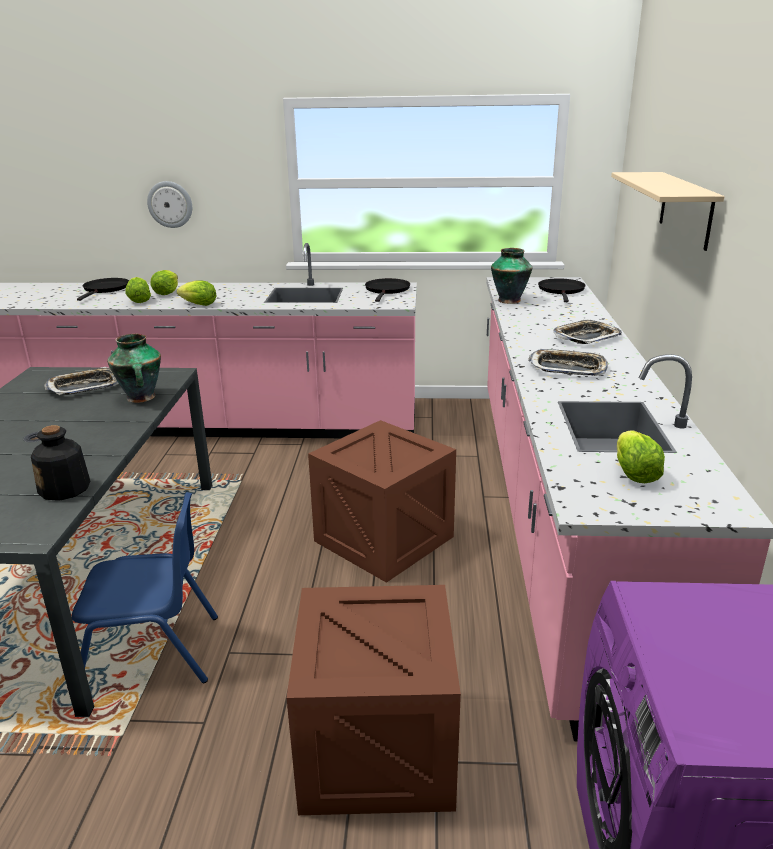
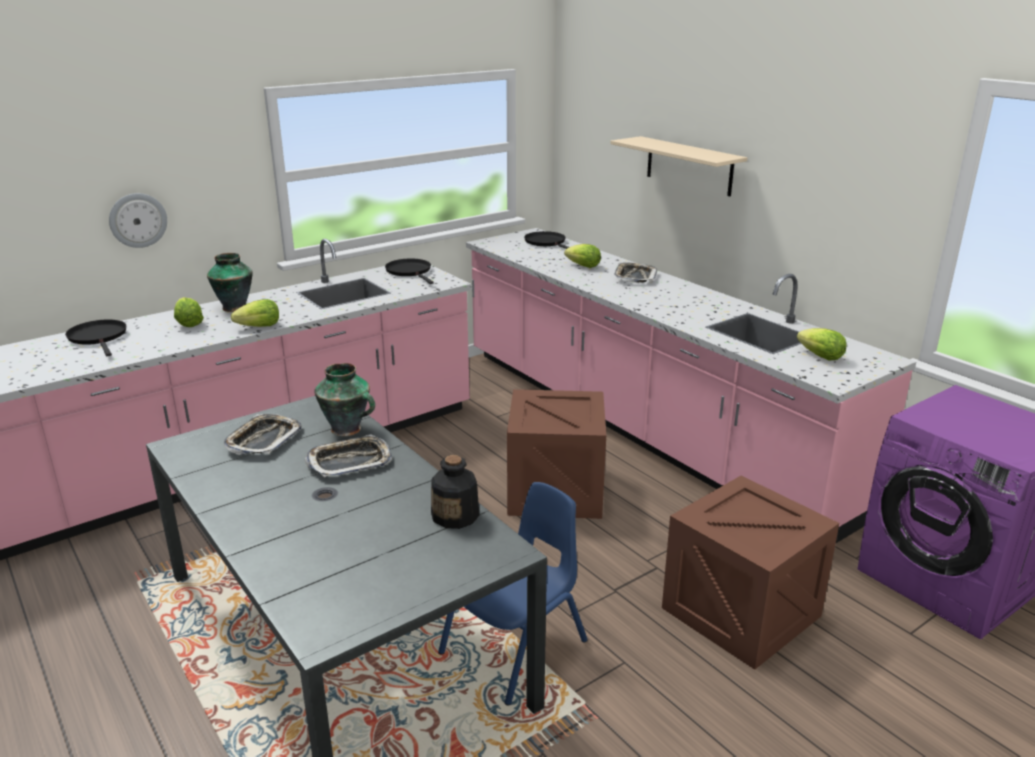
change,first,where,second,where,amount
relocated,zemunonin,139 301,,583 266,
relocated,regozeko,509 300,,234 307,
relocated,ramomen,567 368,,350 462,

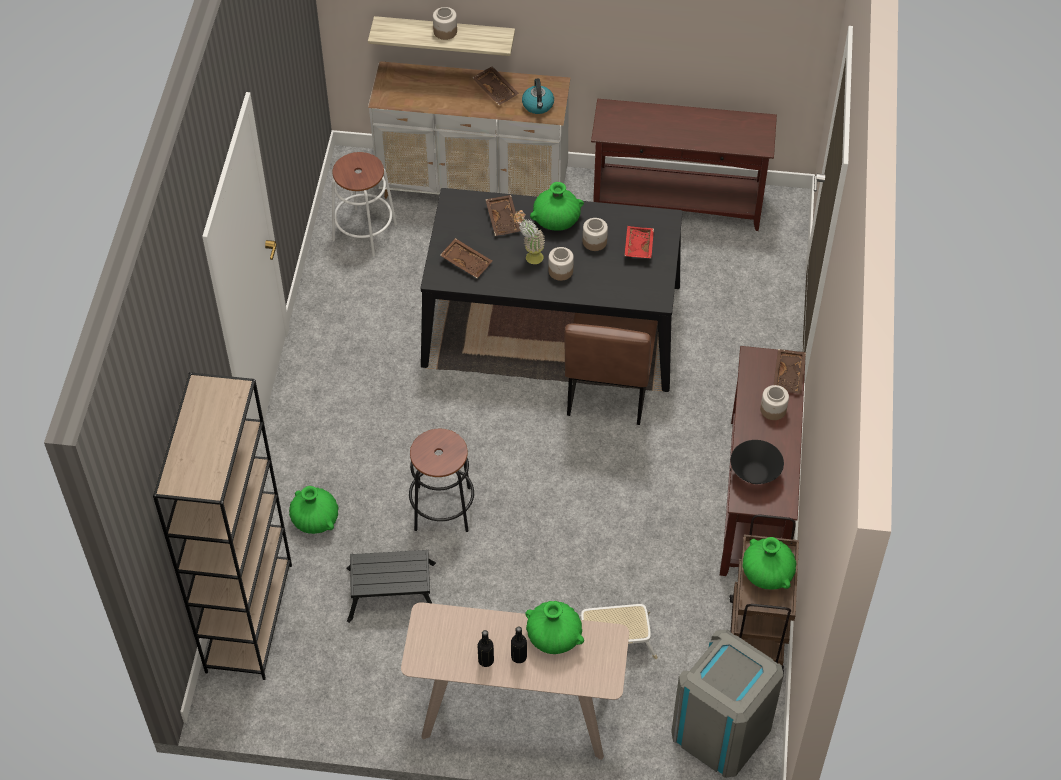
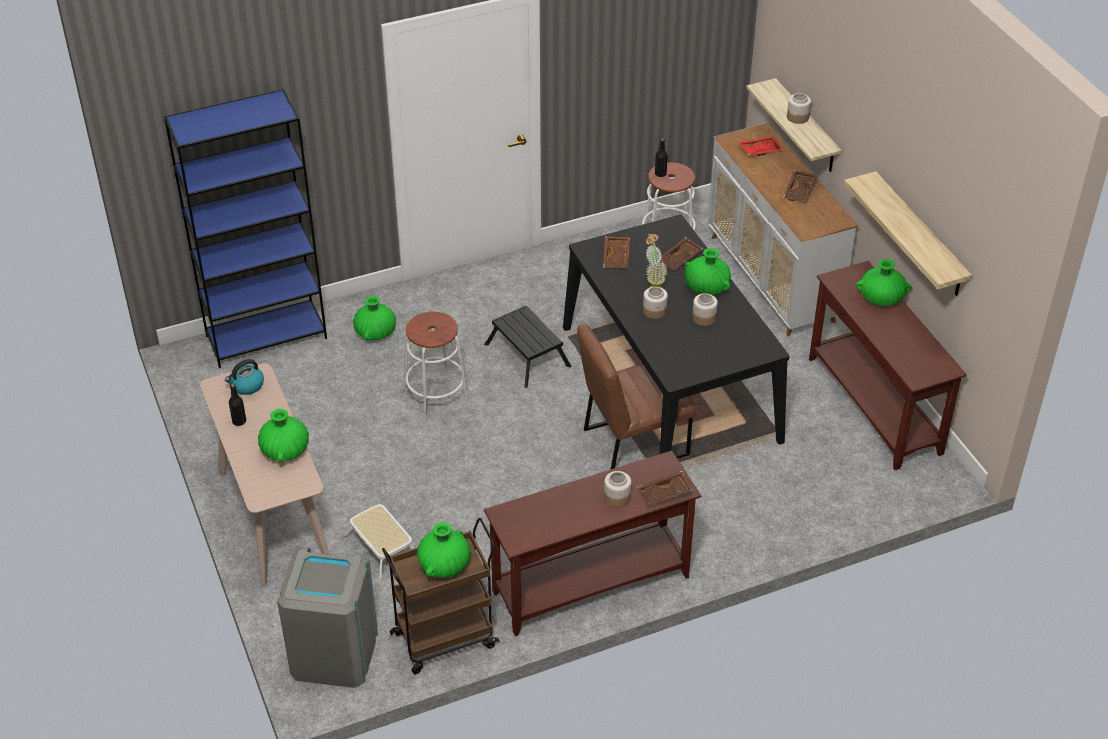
change,first,where,second,where,amount
colour,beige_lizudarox,248 617,blue_lizudarox,267 336,
relocated,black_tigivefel,392 591,,527 355,
colour,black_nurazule,442 508,white_nurazule,436 395,
relocated,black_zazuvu,519 657,,660 174,
relocated,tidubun,538 105,,246 386,
relocated,red_ramomen,637 246,,759 150,
missing,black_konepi,755 474,,,
appeared,,,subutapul,919 236,
appeared,,,green_regozeko,881 299,

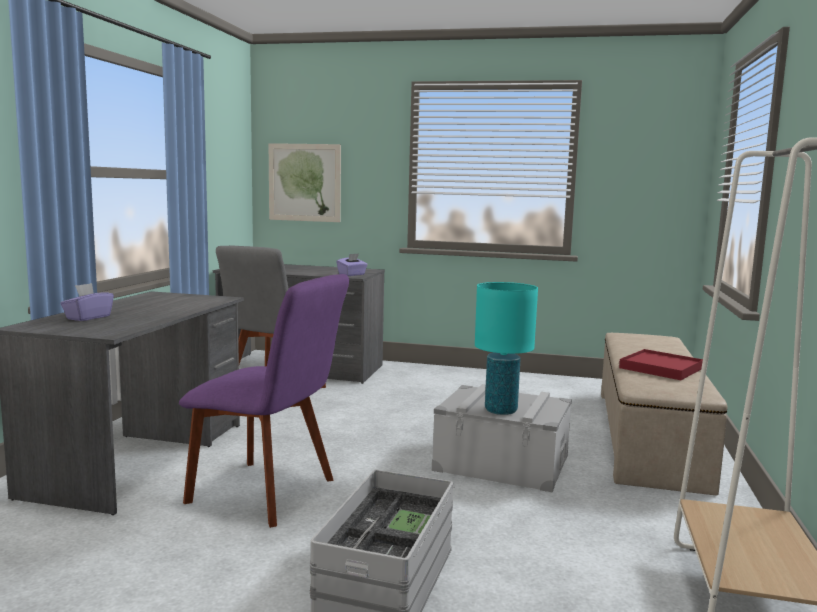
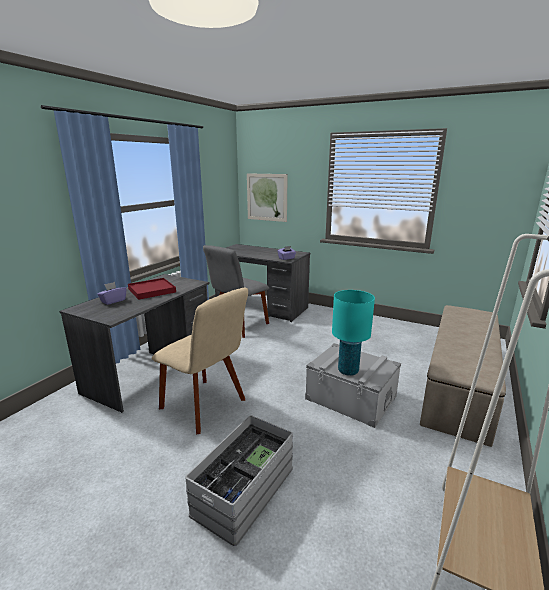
change,first,where,second,where,amount
colour,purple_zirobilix,268 493,beige_zirobilix,205 406,
relocated,red_ramomen,661 368,,152 290,

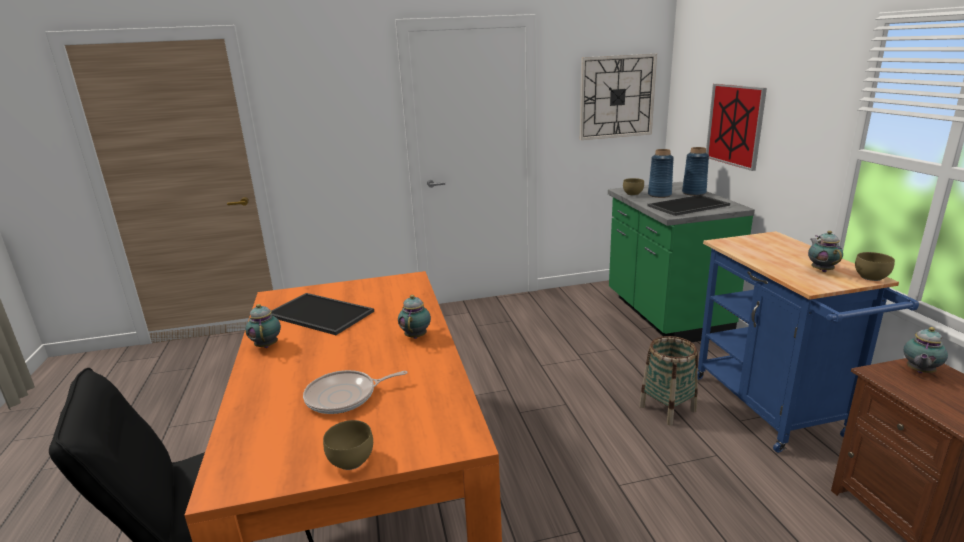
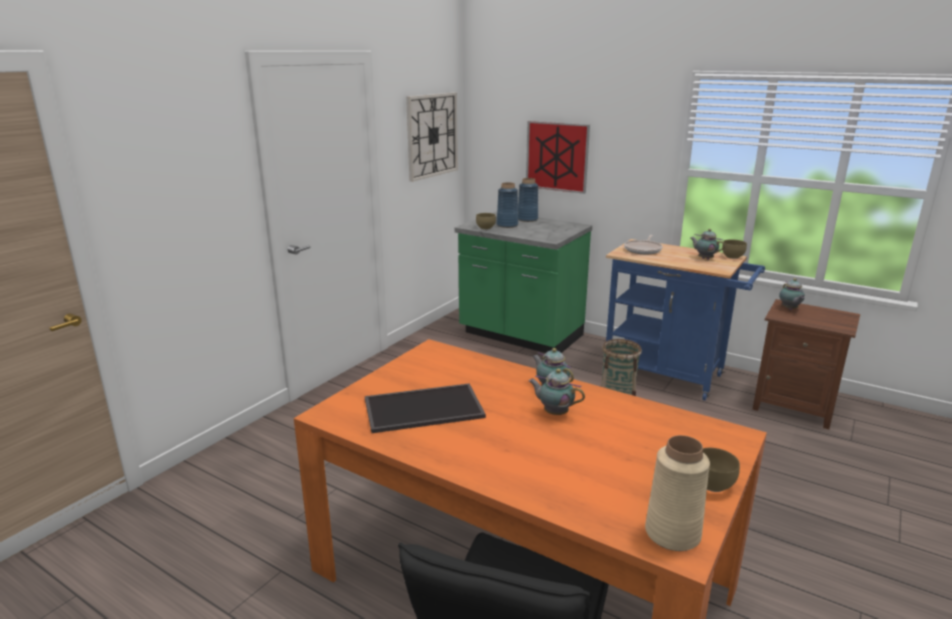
change,first,where,second,where,amount
relocated,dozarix,267 345,,554 413,
relocated,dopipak,345 396,,643 250,
missing,ramomen,688 206,,,
appeared,,,beige_regozeko,672 533,

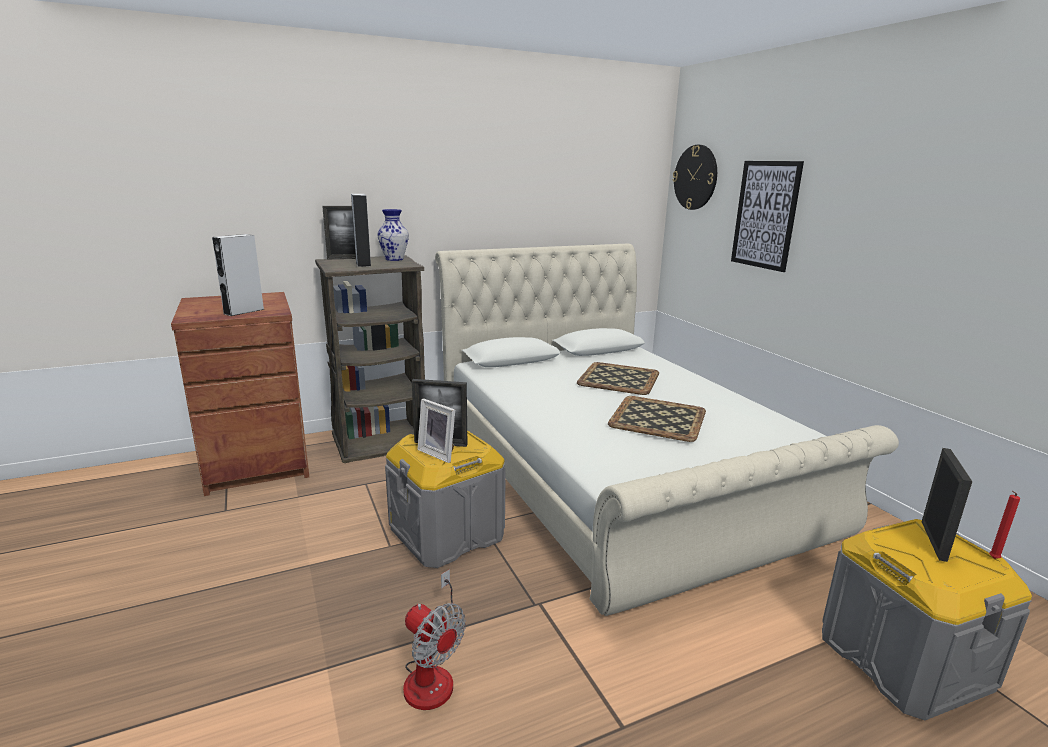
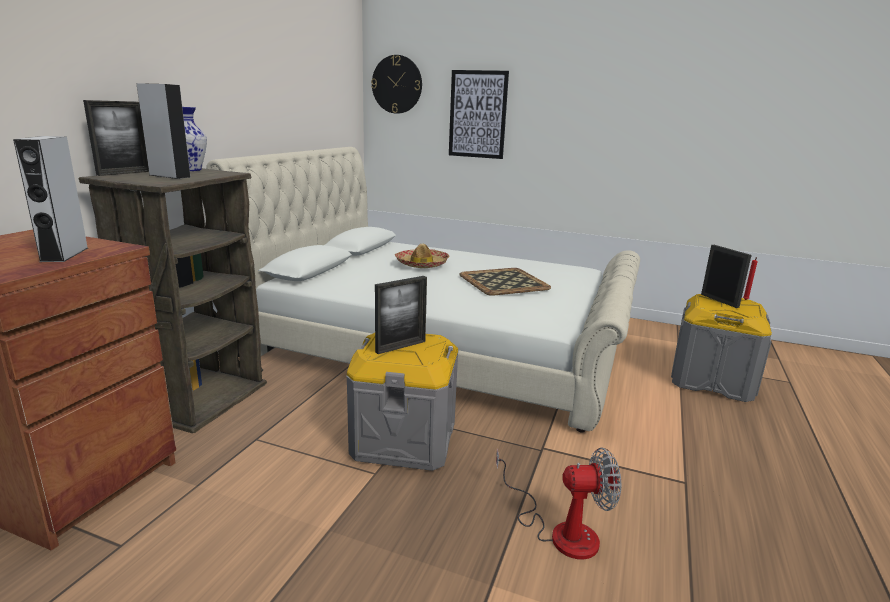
change,first,where,second,where,amount
missing,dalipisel,439 453,,,
exchanged,ramomen,618 378,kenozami,422 264,

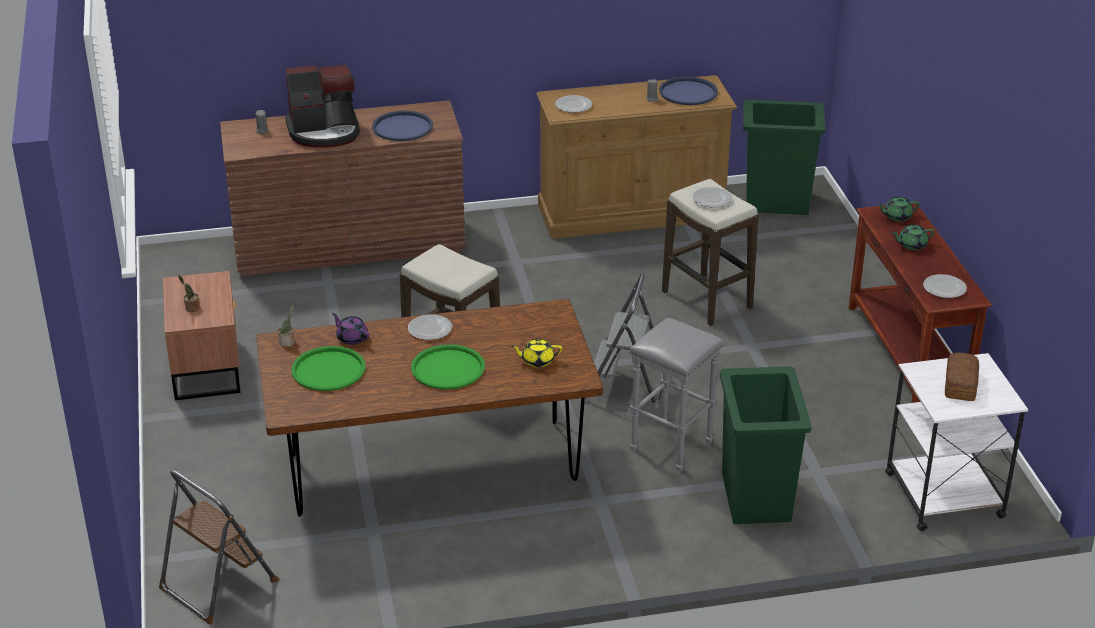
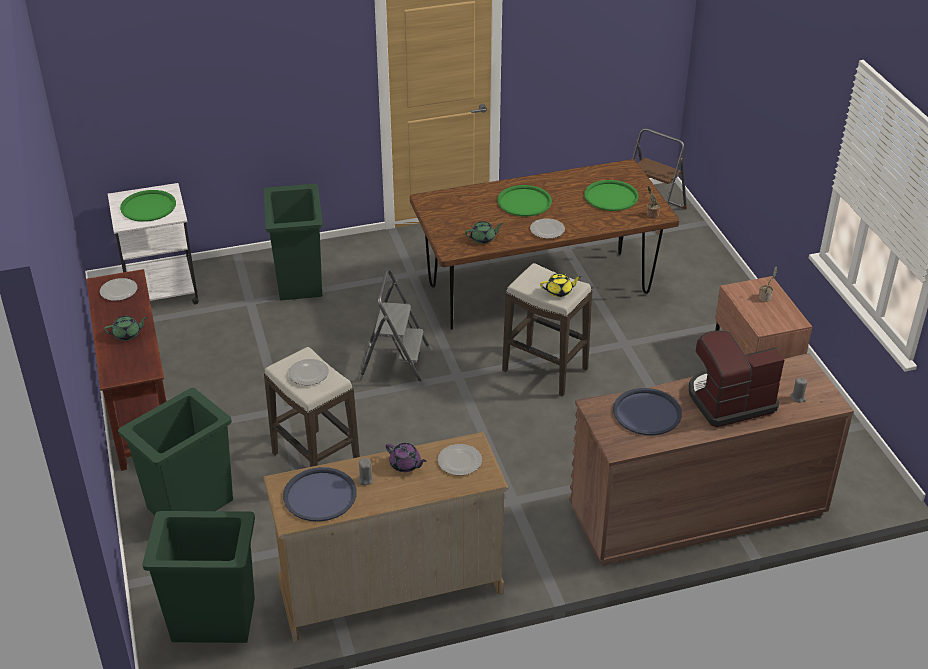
change,first,where,second,where,amount
relocated,purple_dozarix,352 338,,405 465,
relocated,yellow_dozarix,537 361,,559 291,
missing,grey_nurazule,672 446,,,
relocated,green_dozarix,897 216,,483 239,
exchanged,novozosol,959 385,green_ramomen,148 207,
appeared,,,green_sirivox,189 504,

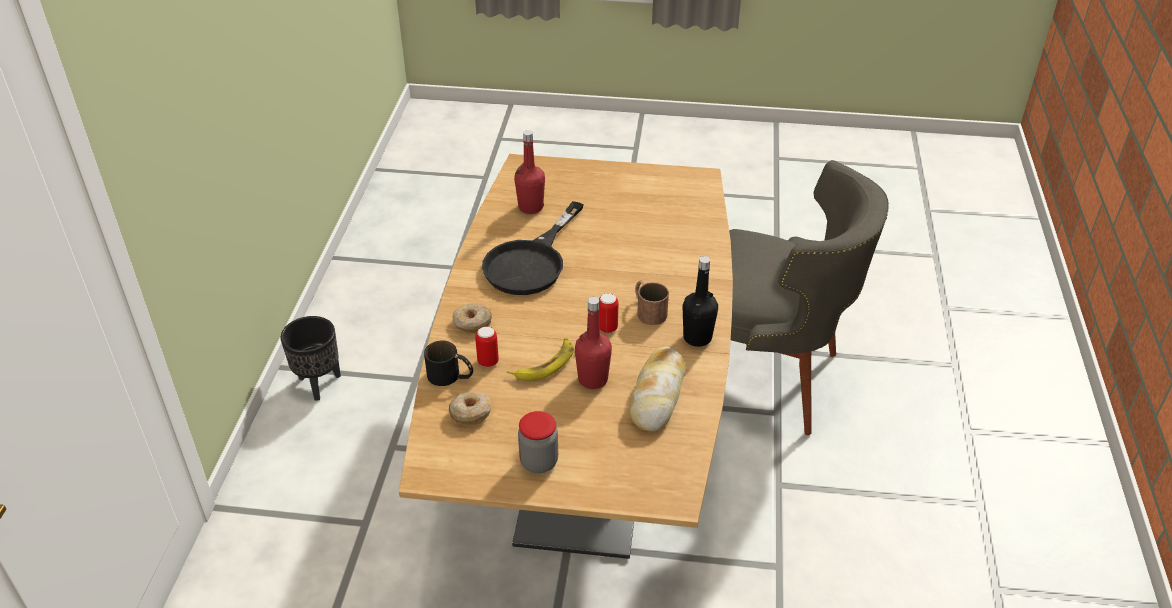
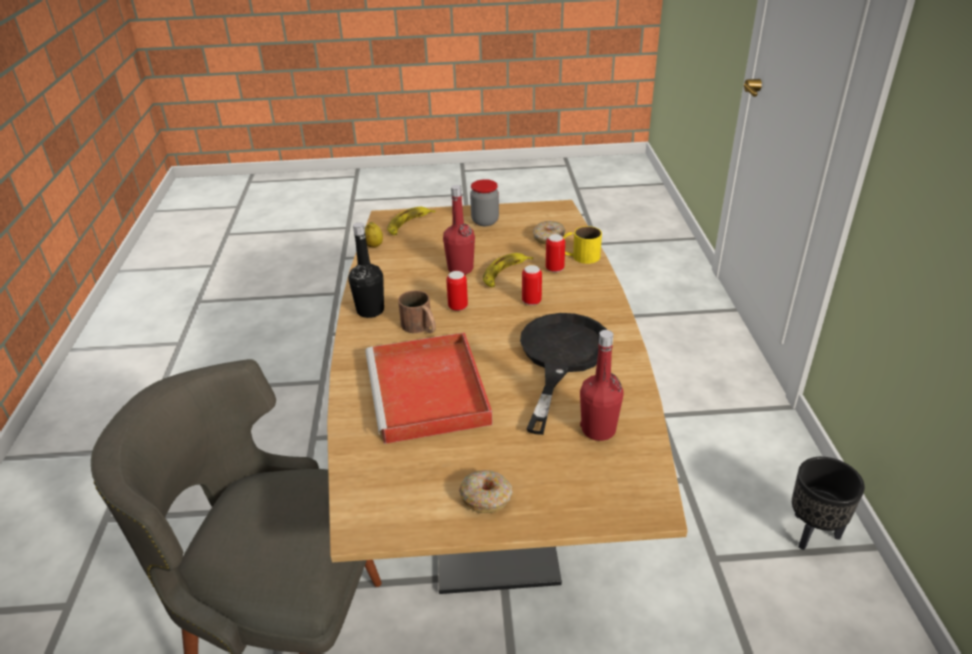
change,first,where,second,where,amount
colour,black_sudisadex,451 376,yellow_sudisadex,579 256,
relocated,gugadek,472 323,,486 497,
missing,novozosol,658 394,,,
appeared,,,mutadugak,374 246,
appeared,,,red_ramomen,429 393,
appeared,,,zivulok,408 224,
appeared,,,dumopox,531 301,

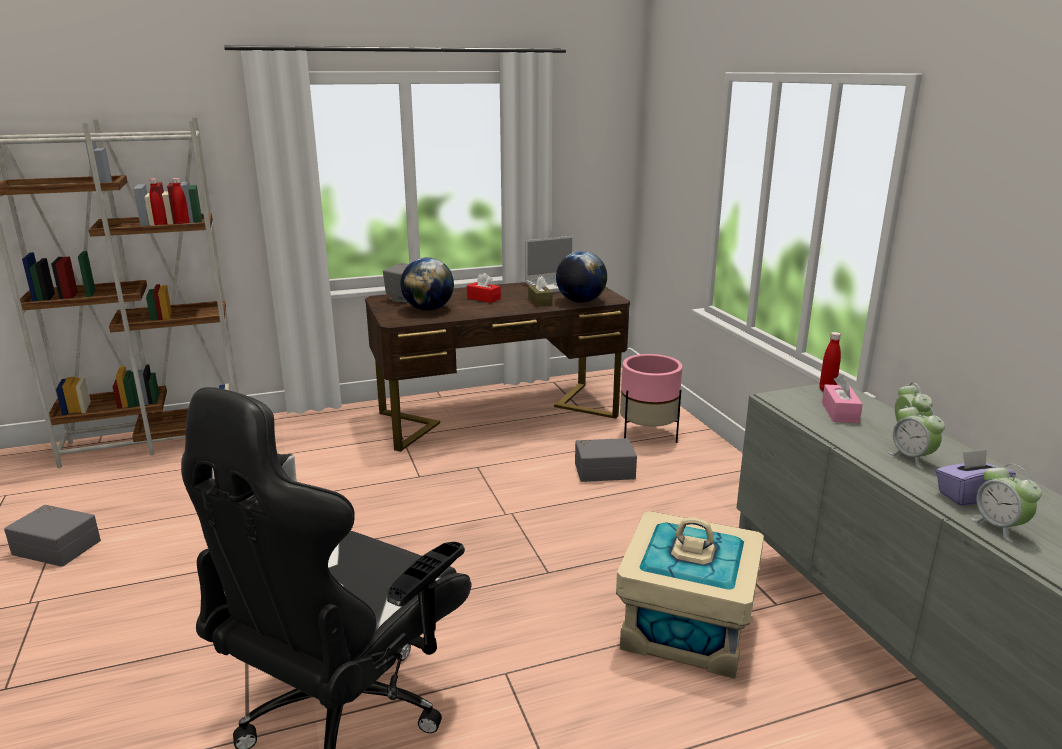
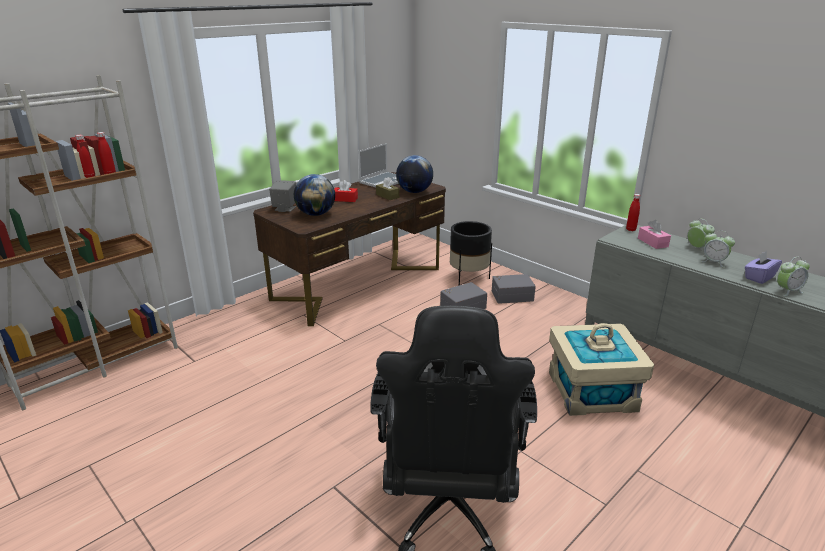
change,first,where,second,where,amount
relocated,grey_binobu,58 546,,512 295,
colour,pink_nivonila,647 436,black_nivonila,468 278,
spun,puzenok,999 527,,788 291,60 degrees counterclockwise

